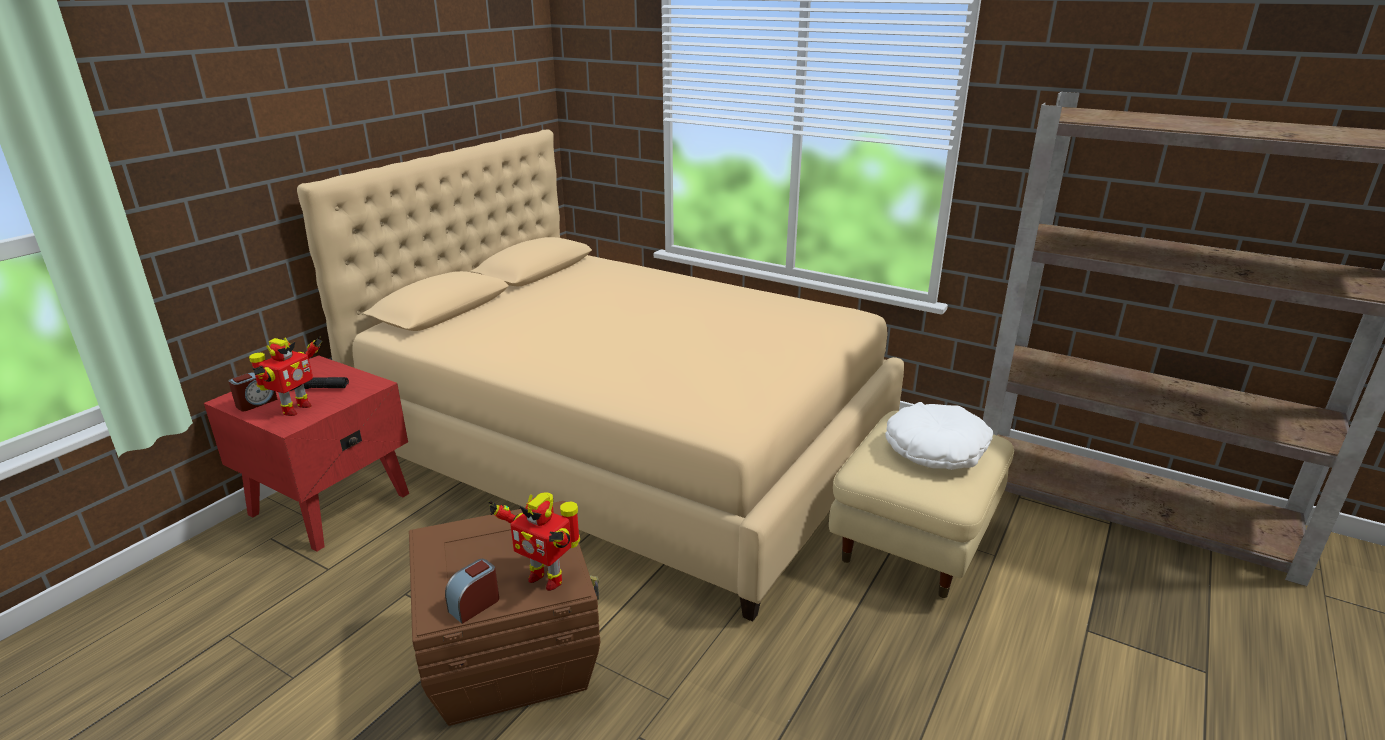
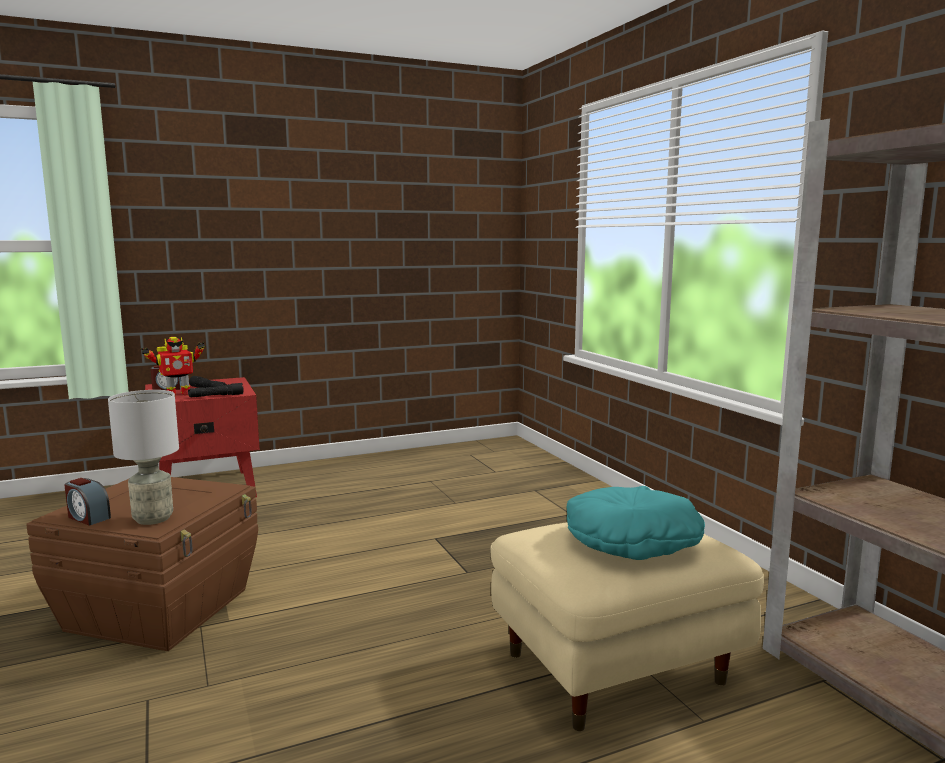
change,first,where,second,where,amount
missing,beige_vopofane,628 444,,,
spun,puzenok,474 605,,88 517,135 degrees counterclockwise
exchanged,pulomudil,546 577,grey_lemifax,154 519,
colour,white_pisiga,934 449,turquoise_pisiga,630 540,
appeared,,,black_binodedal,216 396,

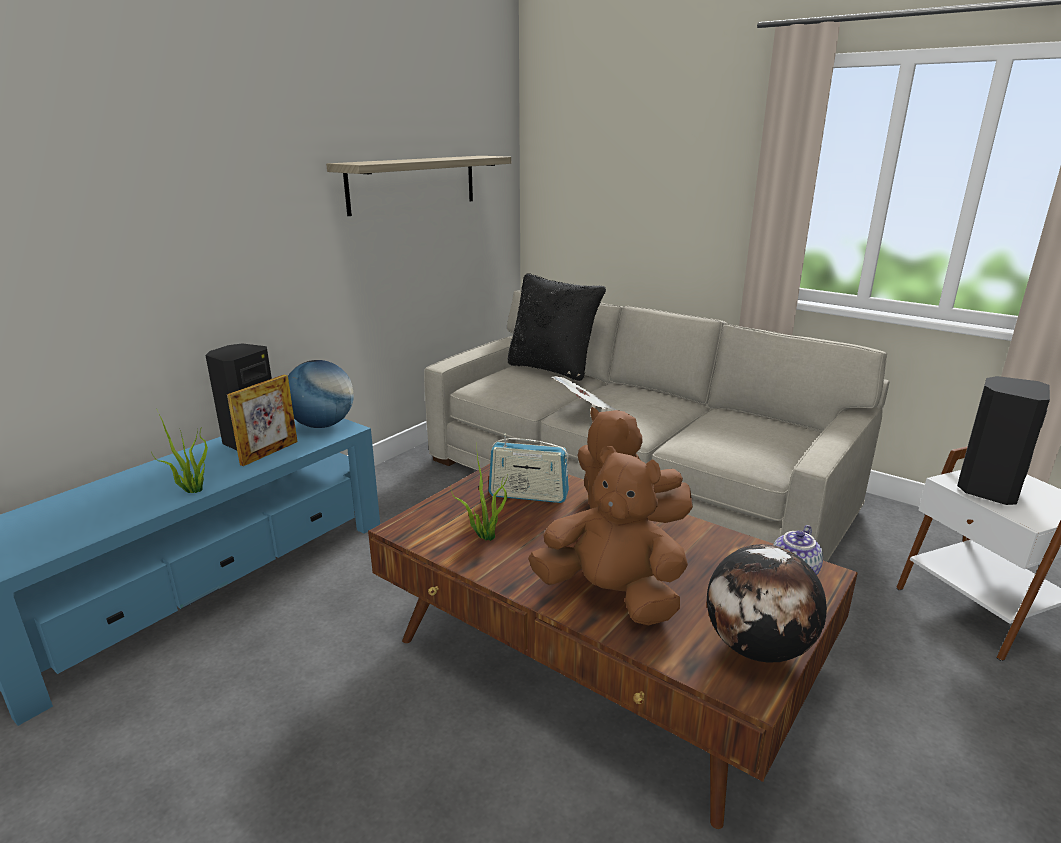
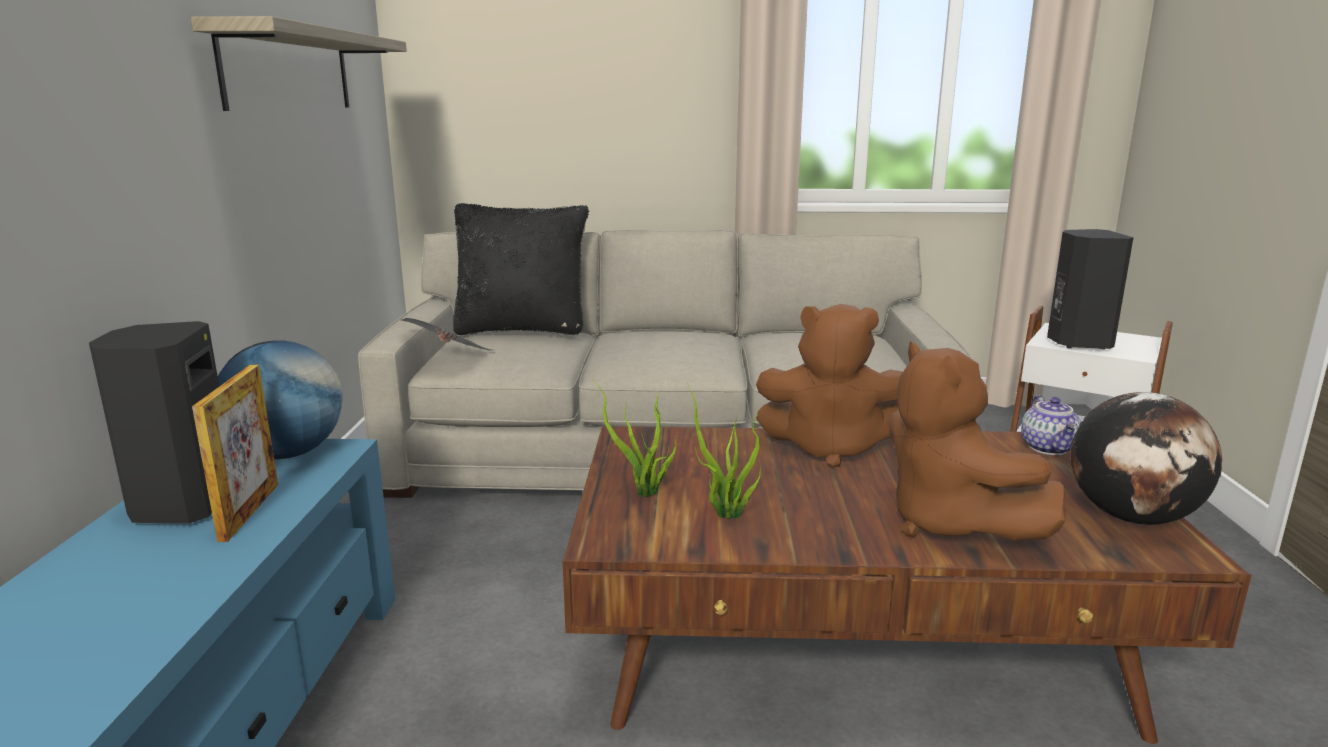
change,first,where,second,where,amount
relocated,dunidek,192 490,,645 494,
missing,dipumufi,528 495,,,
spun,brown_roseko,610 596,,950 524,105 degrees counterclockwise
relocated,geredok,584 410,,451 358,

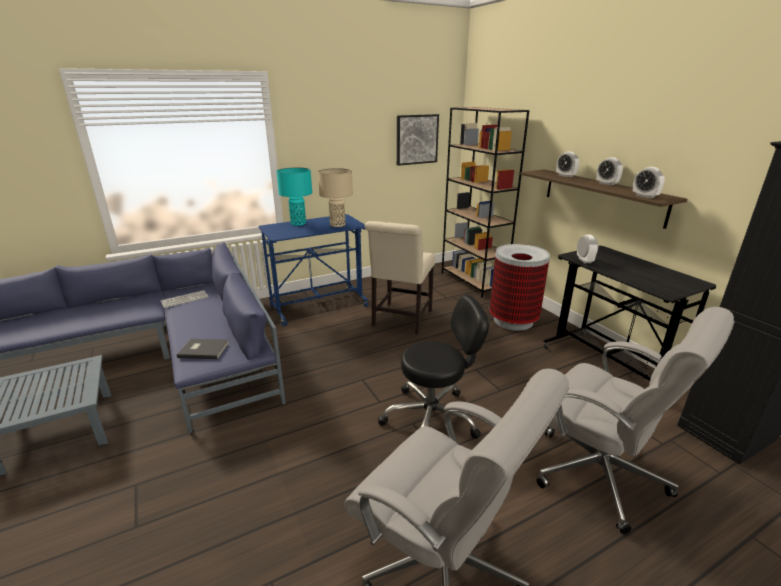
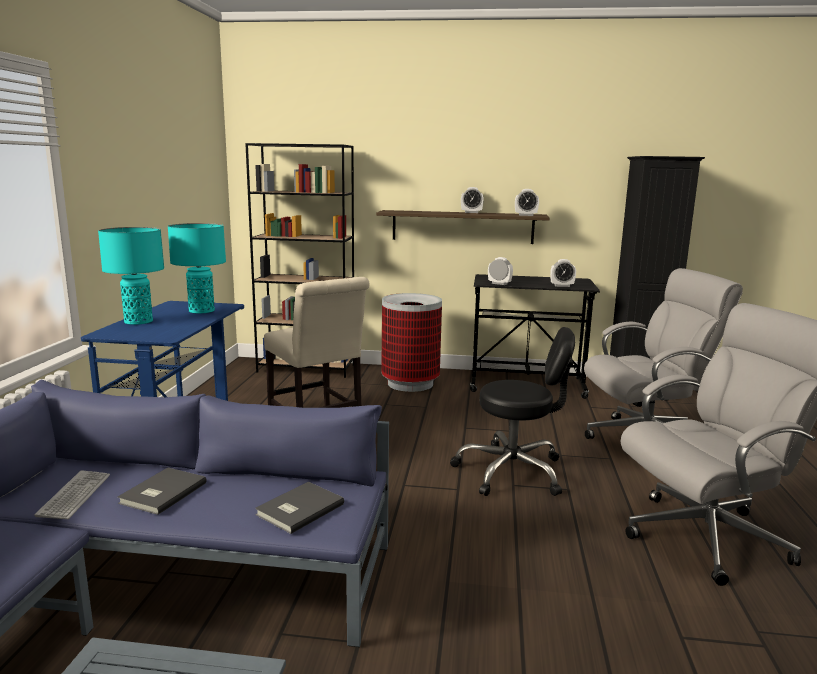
change,first,where,second,where,amount
colour,beige_lemifax,337 224,turquoise_lemifax,201 310,
spun,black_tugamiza,434 418,,516 472,75 degrees clockwise
missing,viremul,416 139,,,
relocated,puzenok,565 176,,562 286,
appeared,,,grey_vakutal,161 493,

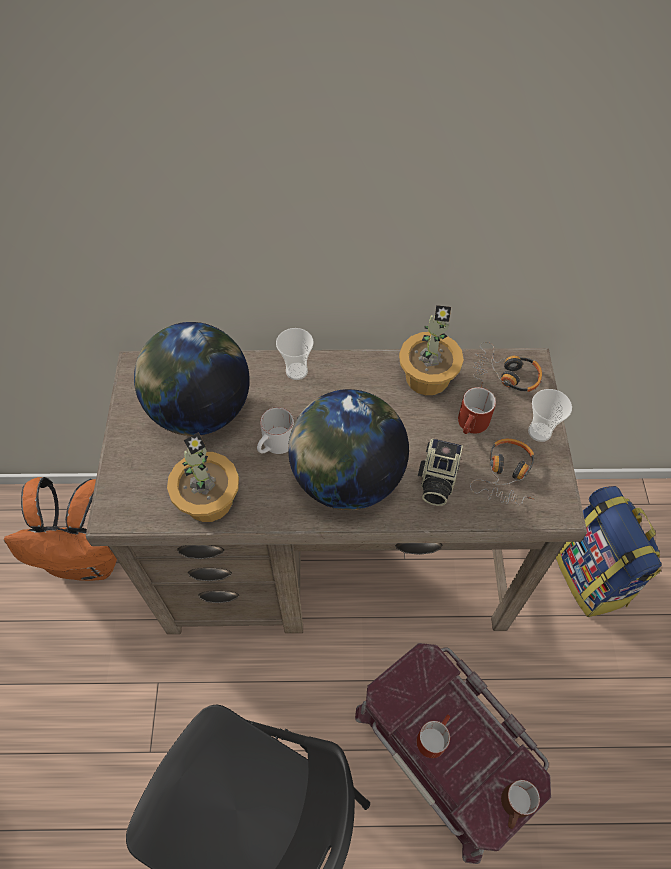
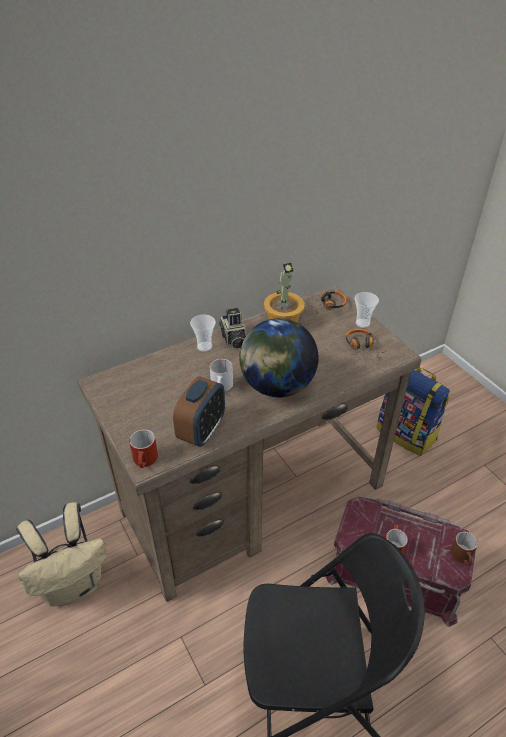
change,first,where,second,where,amount
colour,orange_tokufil,89 559,beige_tokufil,74 584,
missing,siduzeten,200 410,,,
exchanged,dunidek,208 499,puzenok,202 431,
relocated,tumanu,436 479,,233 339,
relocated,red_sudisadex,472 426,,145 461,

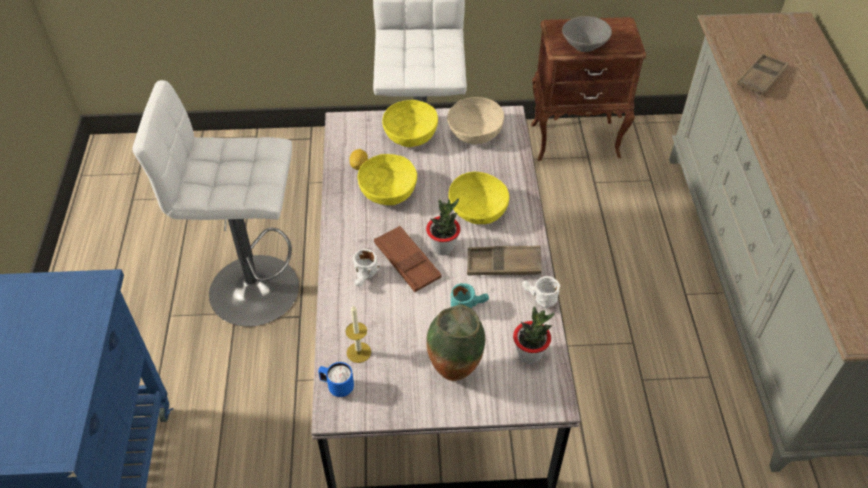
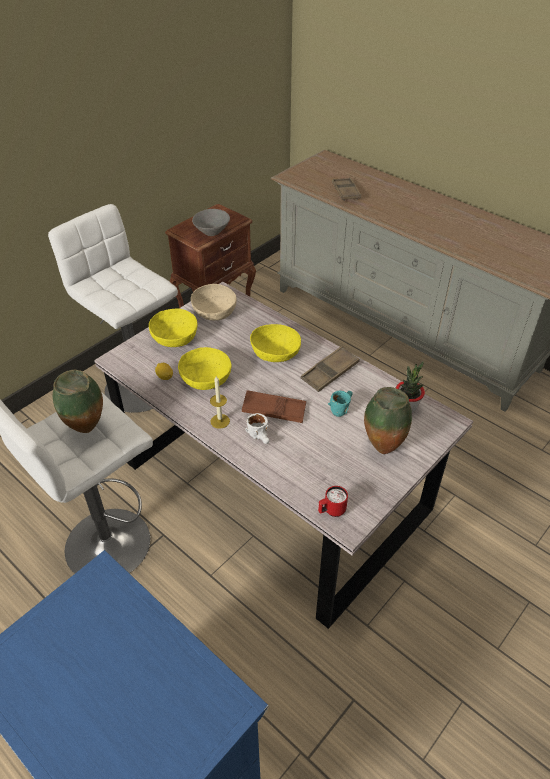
change,first,where,second,where,amount
colour,blue_sudisadex,337 387,red_sudisadex,331 511,
relocated,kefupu,358 352,,220 421,
missing,dunidek,443 247,,,
missing,white_sudisadex,538 298,,,
appeared,,,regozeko,88 430,

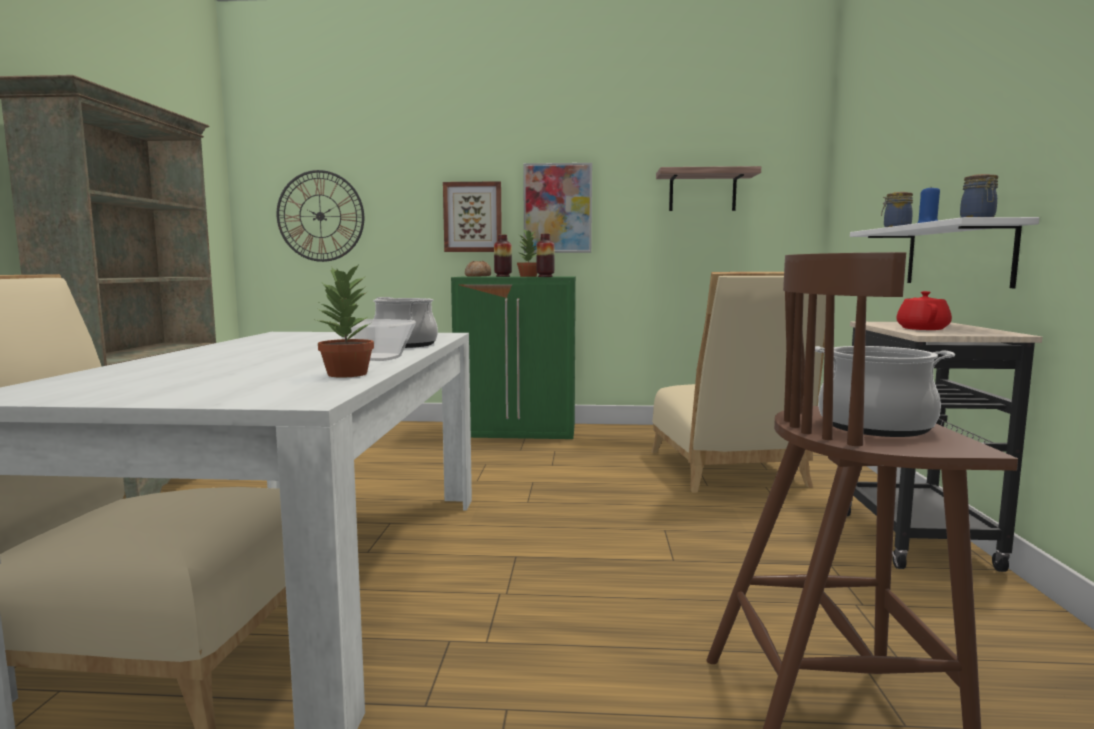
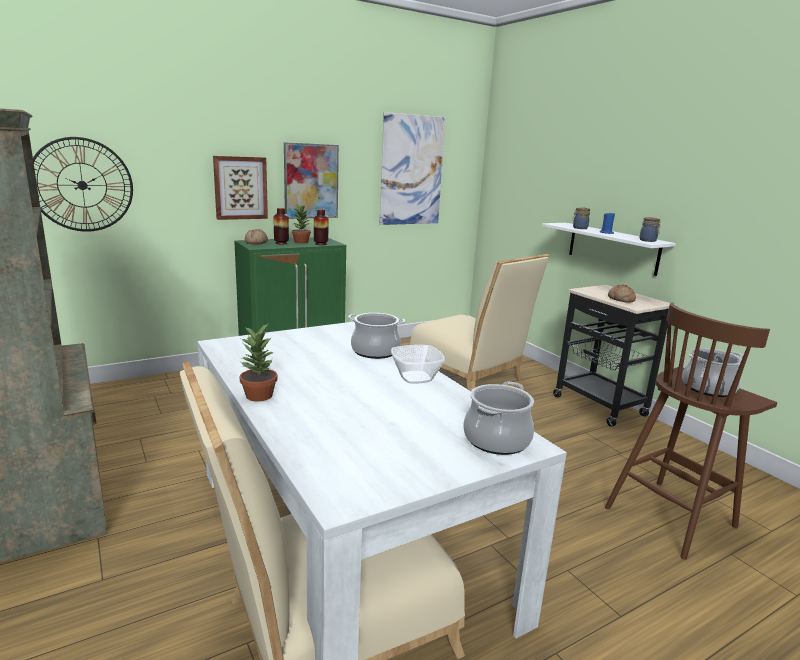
change,first,where,second,where,amount
relocated,dunidek,347 374,,260 396,
exchanged,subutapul,702 191,viremul,412 170,
exchanged,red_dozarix,922 329,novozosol,620 299,
appeared,,,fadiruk,496 440,

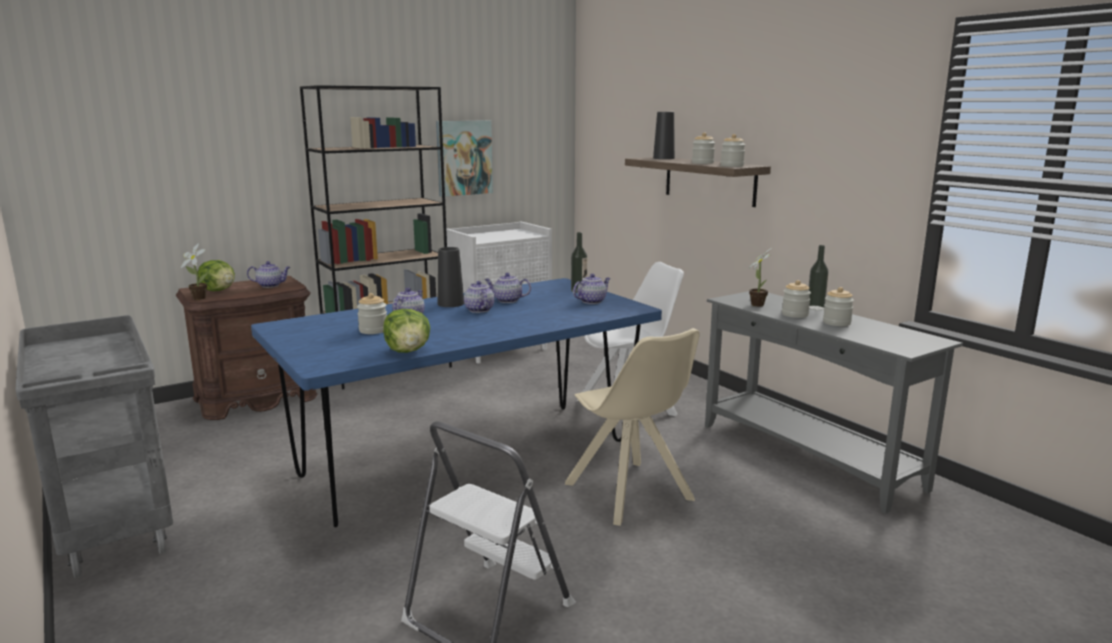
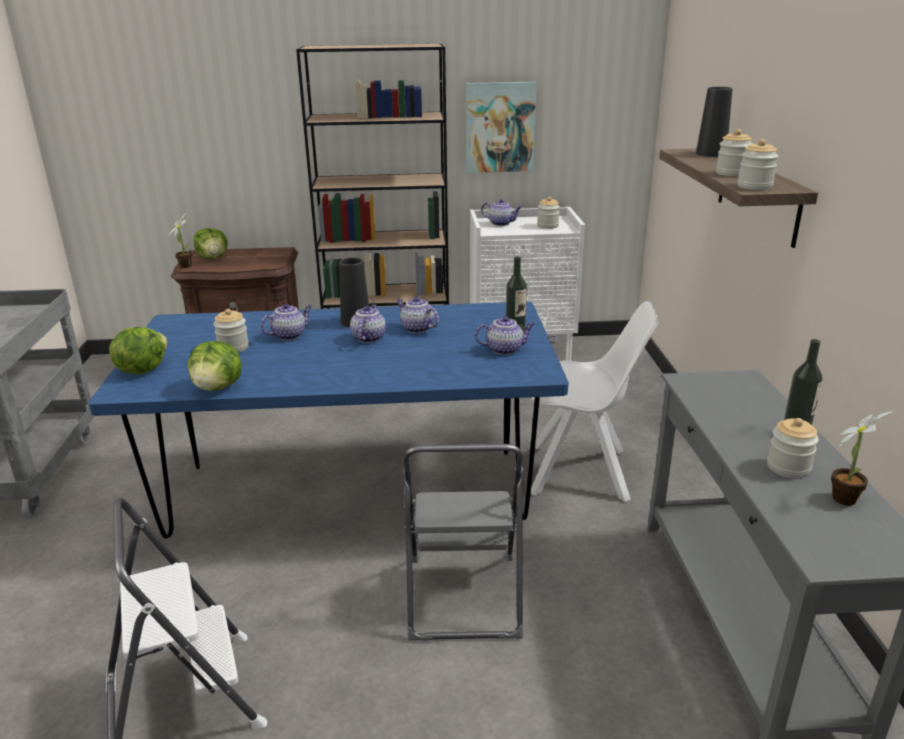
change,first,where,second,where,amount
relocated,dozarix,271 285,,501 223,
exchanged,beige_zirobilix,630 493,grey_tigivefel,462 599,
relocated,dunidek,757 304,,846 497,
relocated,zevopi,795 314,,547 226,
appeared,,,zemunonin,142 369,

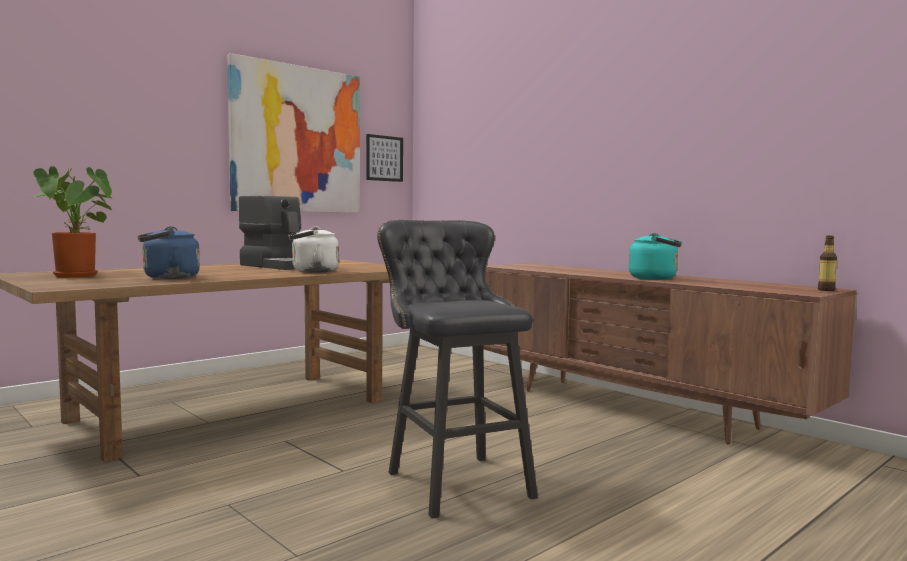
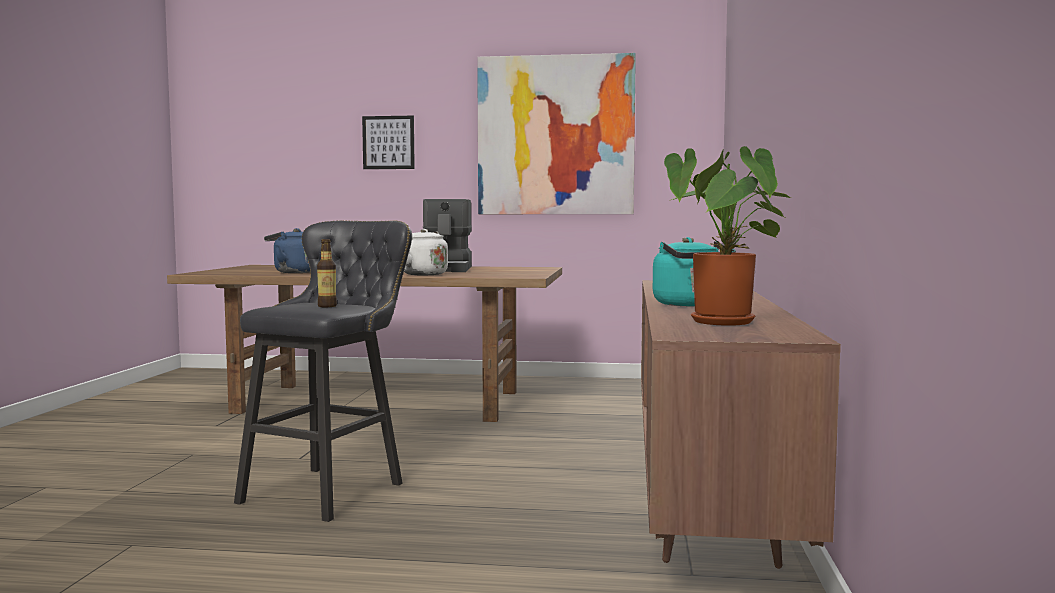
change,first,where,second,where,amount
relocated,dunidek,78 276,,726 323,
relocated,viremul,384 158,,388 142,
relocated,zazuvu,826 290,,327 306,

